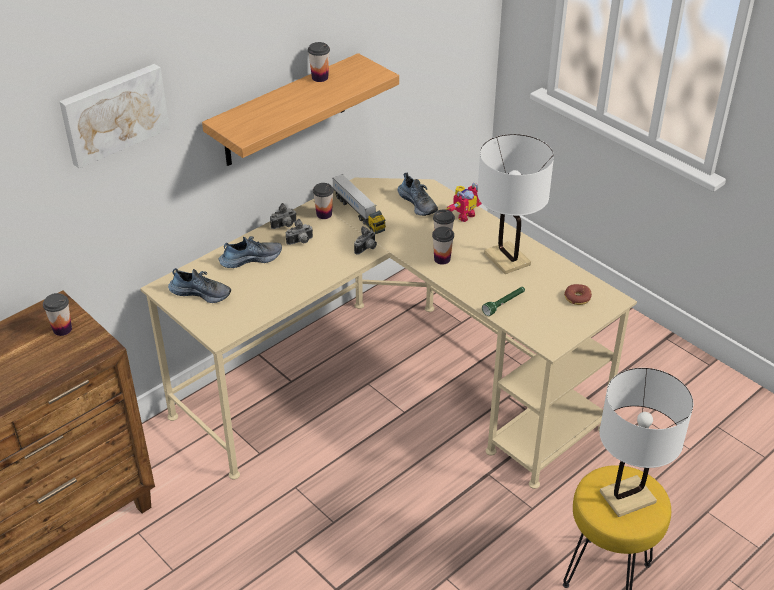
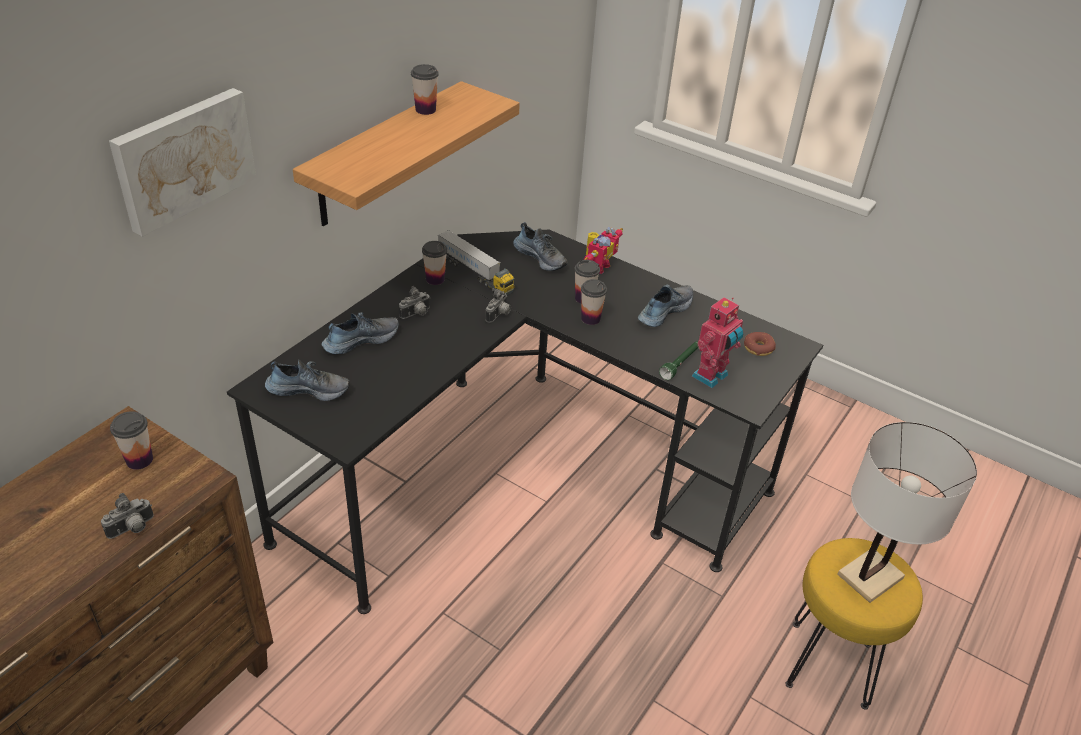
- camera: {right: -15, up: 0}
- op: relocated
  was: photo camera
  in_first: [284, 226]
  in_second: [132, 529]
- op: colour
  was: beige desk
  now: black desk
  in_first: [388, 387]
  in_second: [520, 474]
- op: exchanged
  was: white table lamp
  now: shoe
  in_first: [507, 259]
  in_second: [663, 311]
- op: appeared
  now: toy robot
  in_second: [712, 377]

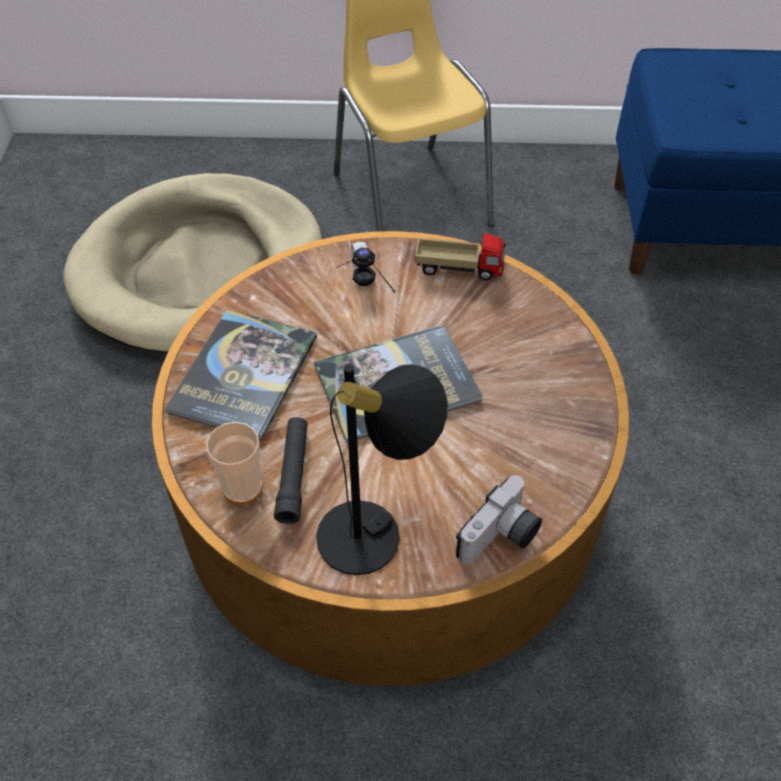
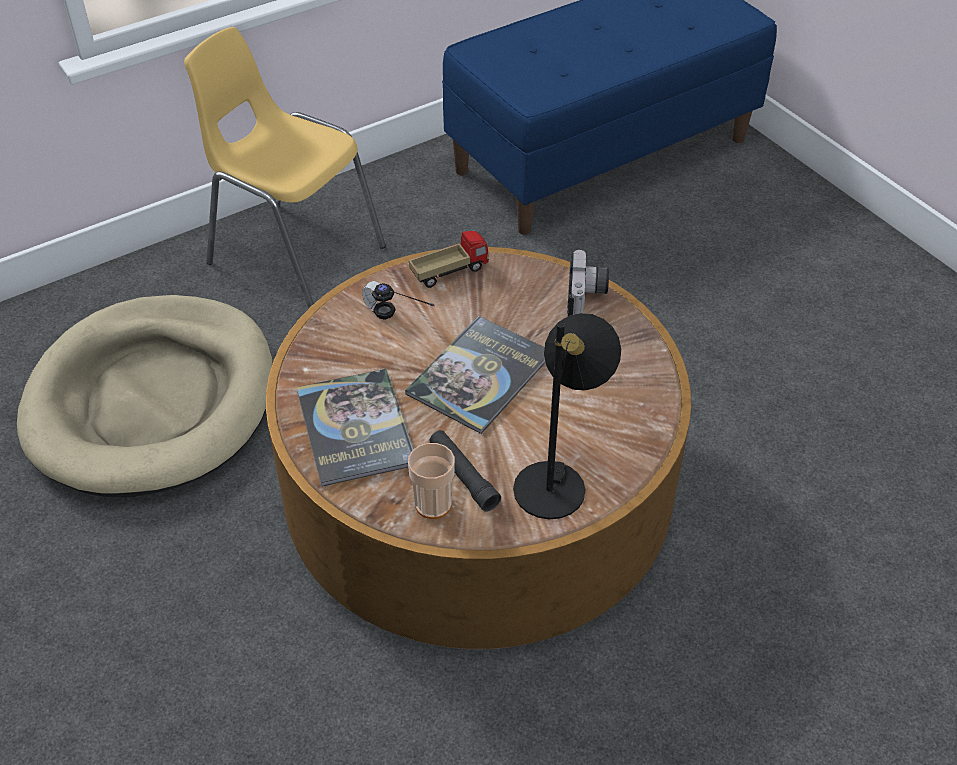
- camera: {right: -35, up: -5}
- op: relocated
  was: photo camera
  in_first: [501, 538]
  in_second: [587, 298]

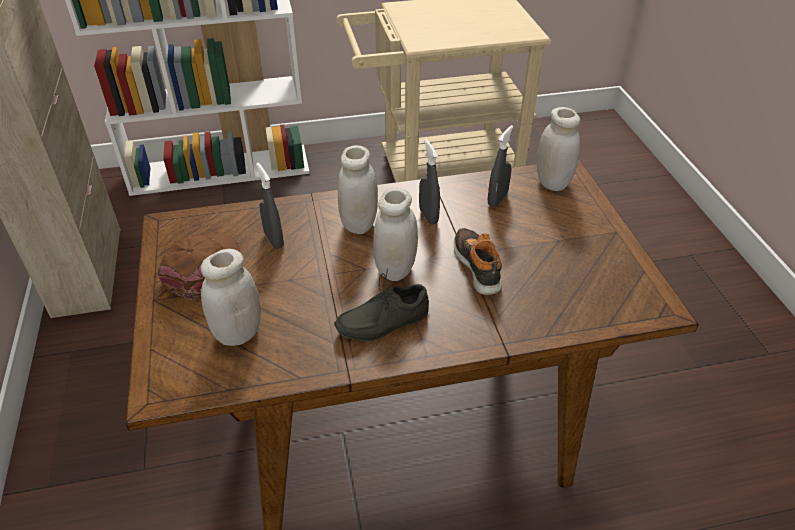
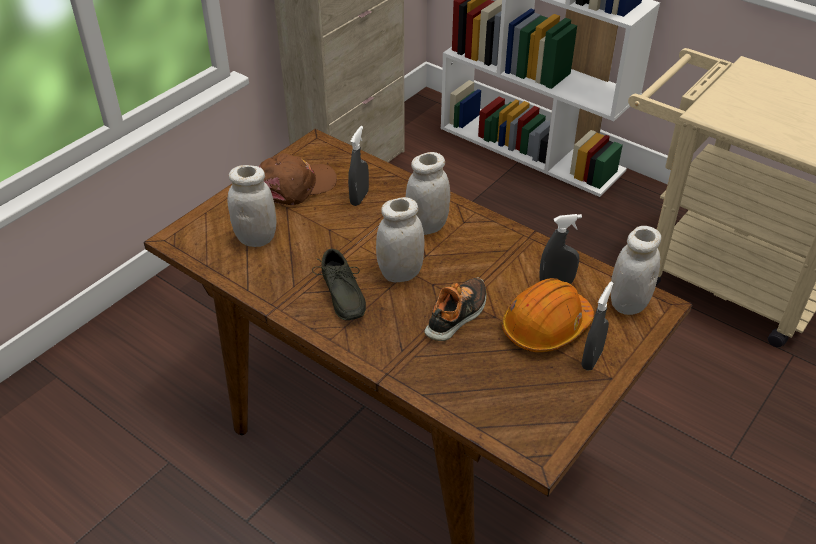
- camera: {right: 50, up: 0}
- op: spun
  was: grey shoe
  in_first: [381, 320]
  in_second: [340, 296]
  clockwise: -135
- op: appeared
  now: orange hard hat
  in_second: [546, 327]
- op: relocated
  was: grey spray bottle
  in_first: [428, 216]
  in_second: [591, 359]

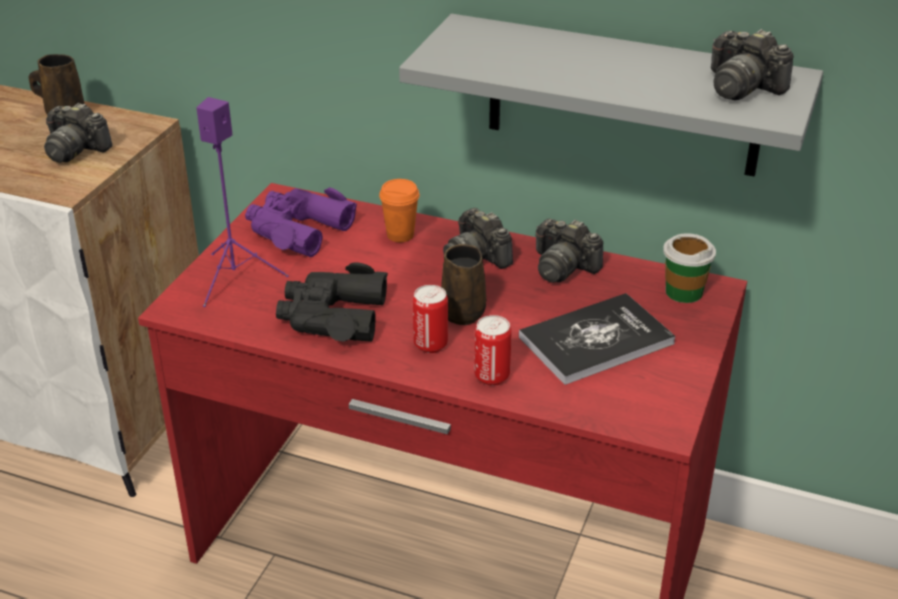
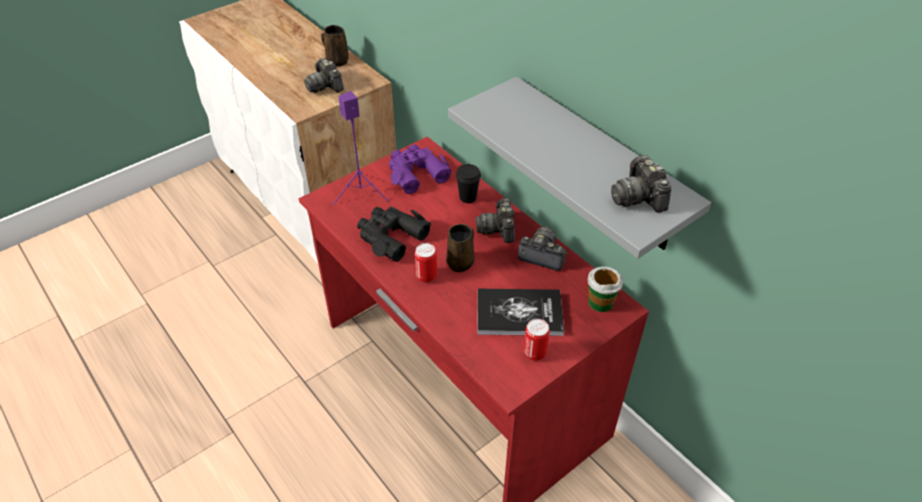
- camera: {right: 30, up: 10}
- op: colour
  was: orange cup
  now: black cup
  in_first: [400, 235]
  in_second: [468, 197]
- op: spun
  was: photo camera
  in_first: [563, 267]
  in_second: [542, 255]
  clockwise: 135
- op: relocated
  was: can
  in_first: [492, 376]
  in_second: [534, 353]

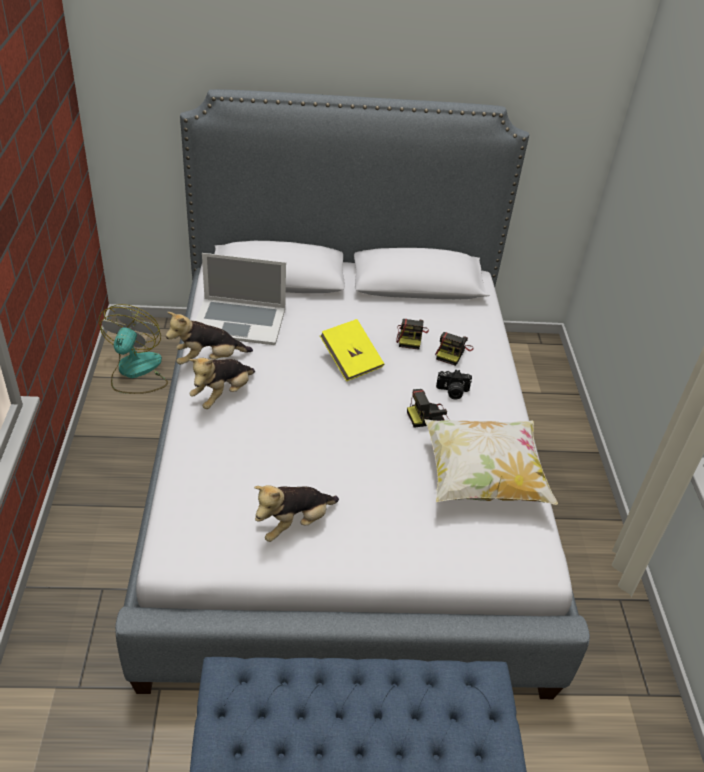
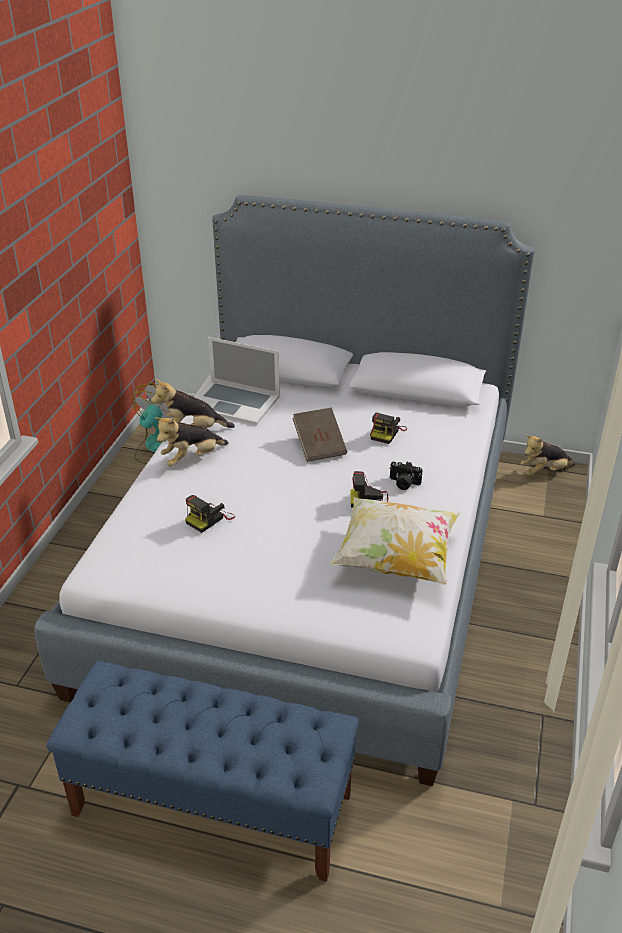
- camera: {right: 20, up: -5}
- op: relocated
  was: photo camera
  in_first: [452, 352]
  in_second: [209, 518]
- op: colour
  was: yellow book
  now: brown book
  in_first: [351, 361]
  in_second: [319, 446]
- op: relocated
  was: plush toy
  in_first: [294, 524]
  in_second: [544, 472]

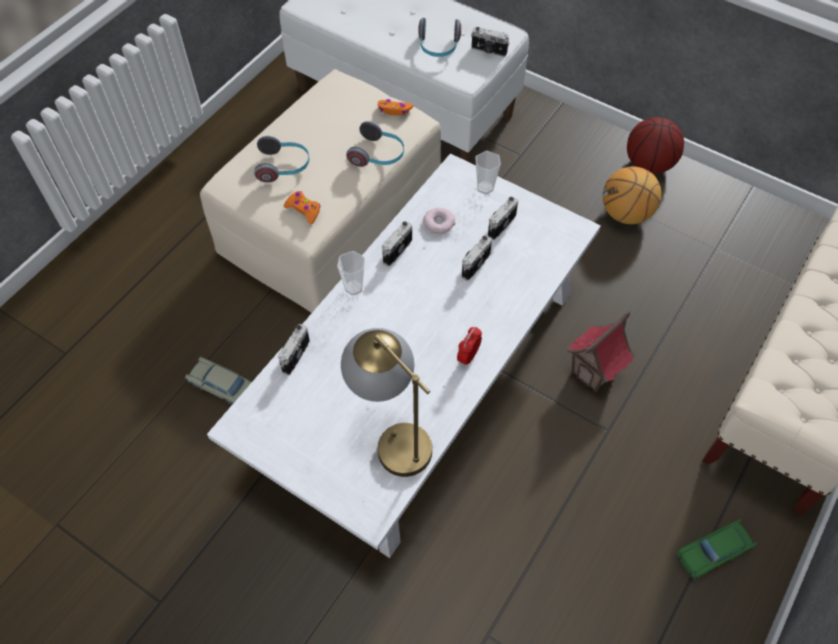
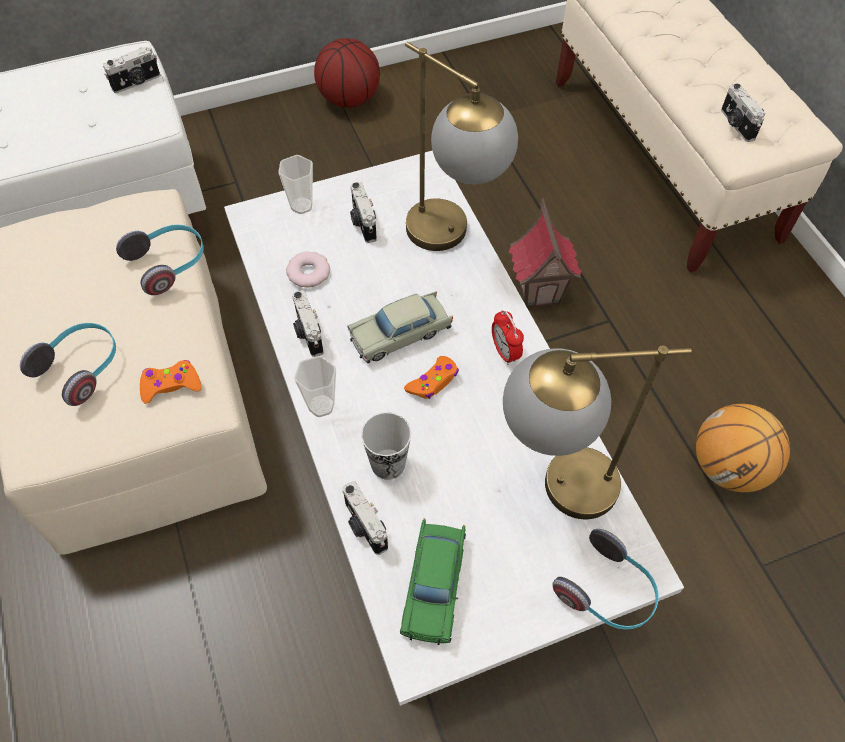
- camera: {right: -55, up: 0}
- op: relocated
  was: beige toy car
  in_first: [223, 387]
  in_second: [400, 334]
- op: appeared
  now: cup
  in_second: [388, 464]
- op: relocated
  was: green toy car
  in_first: [713, 552]
  in_second: [434, 585]
- op: relocated
  was: orange game controller
  in_first: [394, 110]
  in_second: [433, 382]
- op: appeared
  now: table lamp
  in_second: [454, 239]
- op: relocated
  was: headphones
  in_first: [438, 47]
  in_second: [607, 592]
- op: relocated
  was: basketball
  in_first: [626, 214]
  in_second: [729, 467]
- op: relocated
  was: photo camera
  in_first: [474, 264]
  in_second: [736, 125]

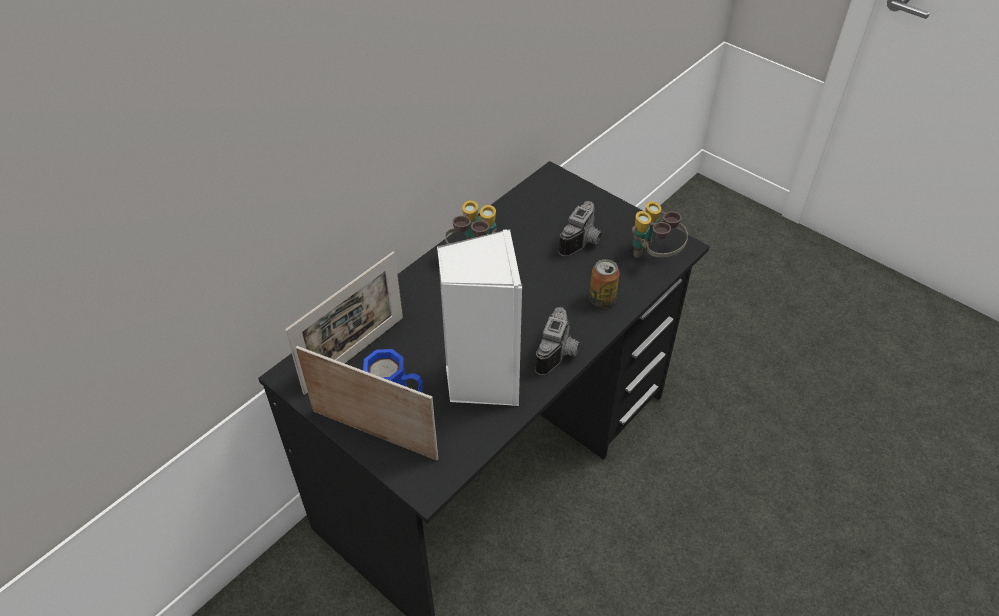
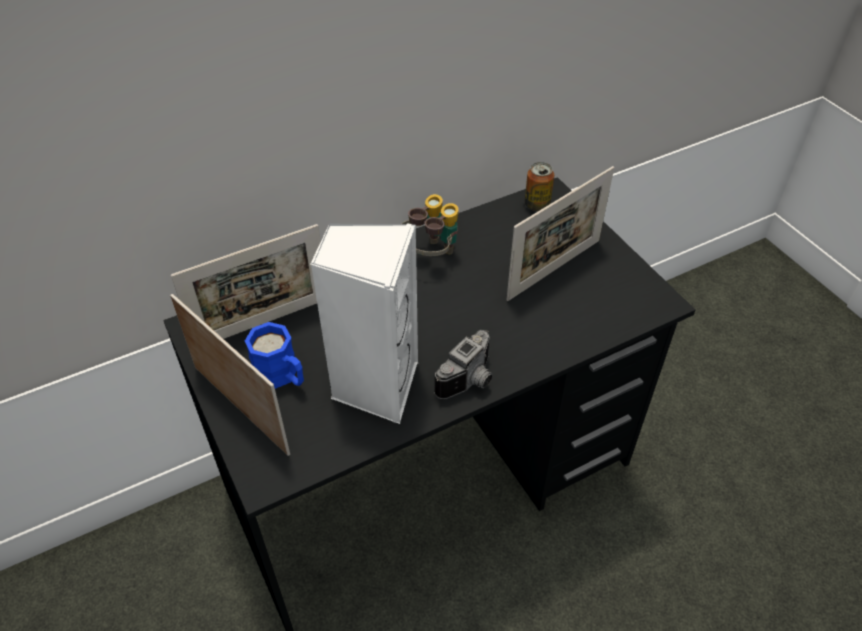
- camera: {right: 20, up: 0}
- op: exchanged
  was: photo camera
  now: picture frame
  in_first: [584, 241]
  in_second: [554, 269]
- op: relocated
  was: can
  in_first: [602, 299]
  in_second: [537, 205]
- op: missing
  was: binoculars
  in_first: [654, 255]

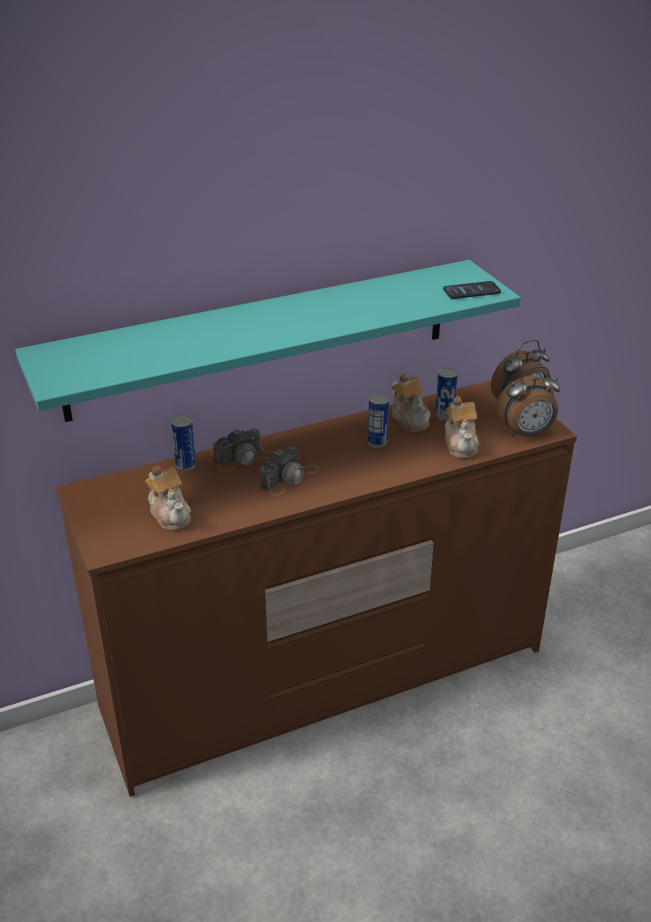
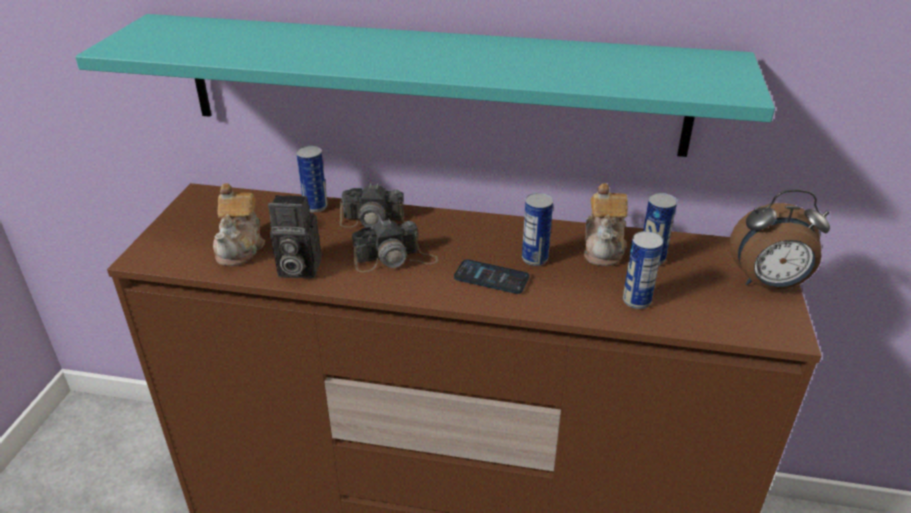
- camera: {right: 35, up: 0}
- op: appeared
  now: photo camera
  in_second: [296, 269]
- op: relocated
  was: phone
  in_first: [471, 291]
  in_second: [491, 278]
- op: exchanged
  was: teapot
  now: can
  in_first: [461, 444]
  in_second: [636, 301]
- op: missing
  was: alarm clock
  in_first: [526, 434]

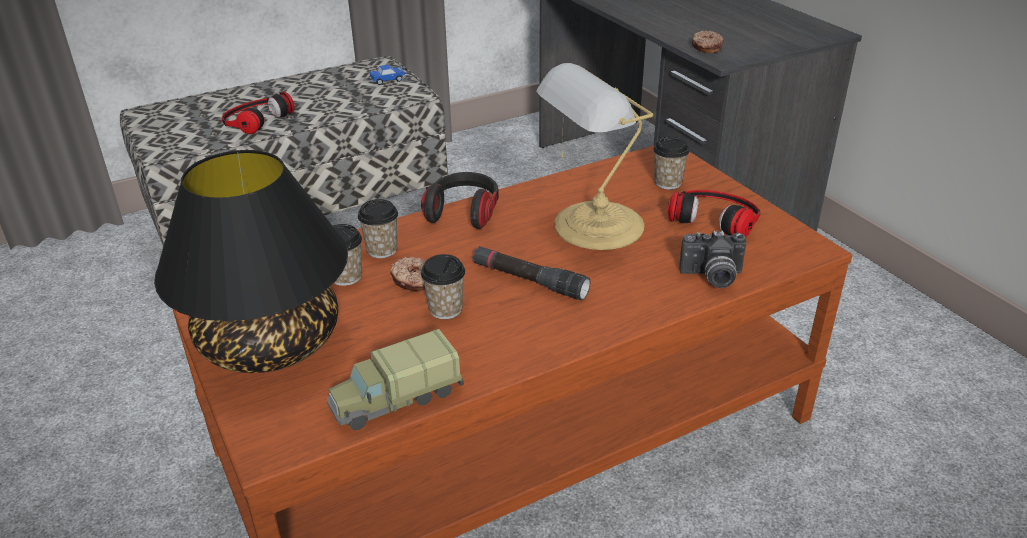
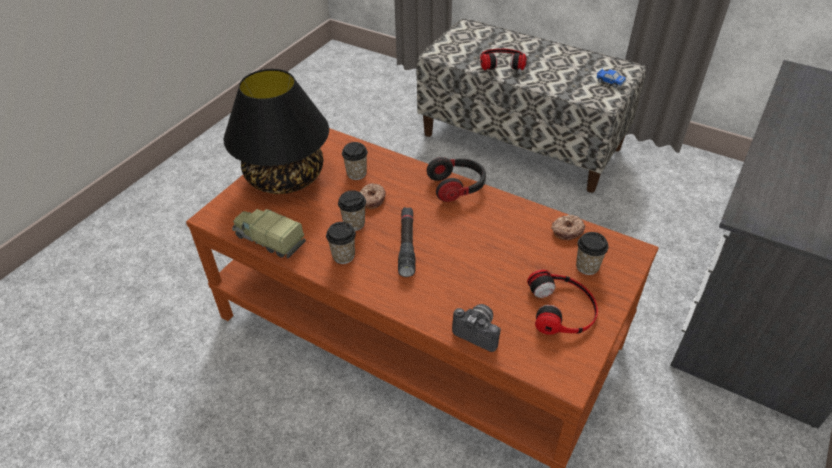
- camera: {right: 60, up: 10}
- op: relocated
  was: cup
  in_first: [382, 250]
  in_second: [343, 256]
- op: spun
  was: photo camera
  in_first: [712, 277]
  in_second: [479, 332]
  clockwise: 150
- op: relocated
  was: donut
  in_first: [706, 47]
  in_second: [566, 230]
- op: missing
  was: table lamp
  in_first: [594, 227]

